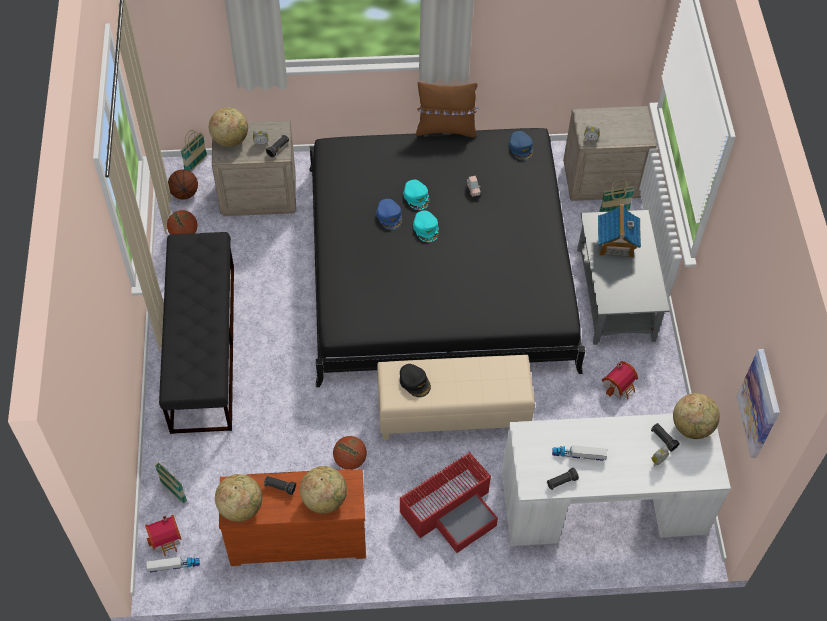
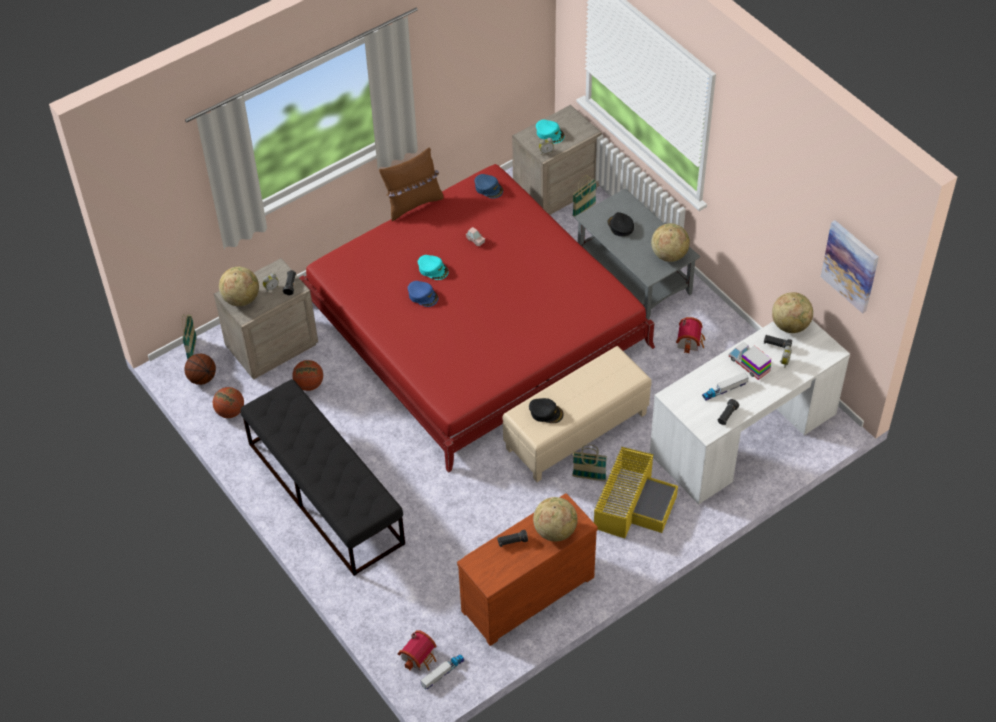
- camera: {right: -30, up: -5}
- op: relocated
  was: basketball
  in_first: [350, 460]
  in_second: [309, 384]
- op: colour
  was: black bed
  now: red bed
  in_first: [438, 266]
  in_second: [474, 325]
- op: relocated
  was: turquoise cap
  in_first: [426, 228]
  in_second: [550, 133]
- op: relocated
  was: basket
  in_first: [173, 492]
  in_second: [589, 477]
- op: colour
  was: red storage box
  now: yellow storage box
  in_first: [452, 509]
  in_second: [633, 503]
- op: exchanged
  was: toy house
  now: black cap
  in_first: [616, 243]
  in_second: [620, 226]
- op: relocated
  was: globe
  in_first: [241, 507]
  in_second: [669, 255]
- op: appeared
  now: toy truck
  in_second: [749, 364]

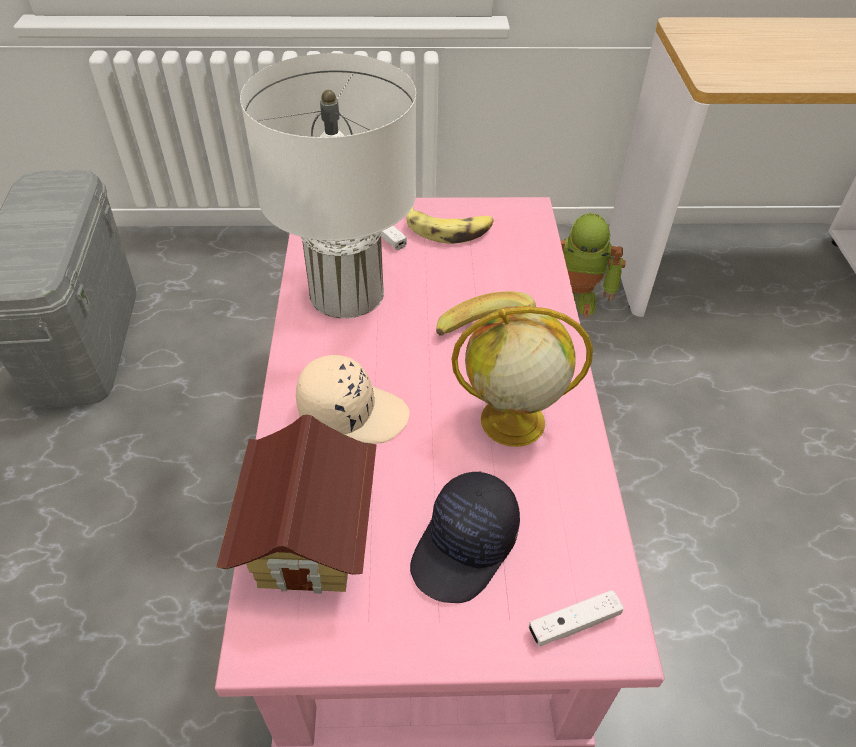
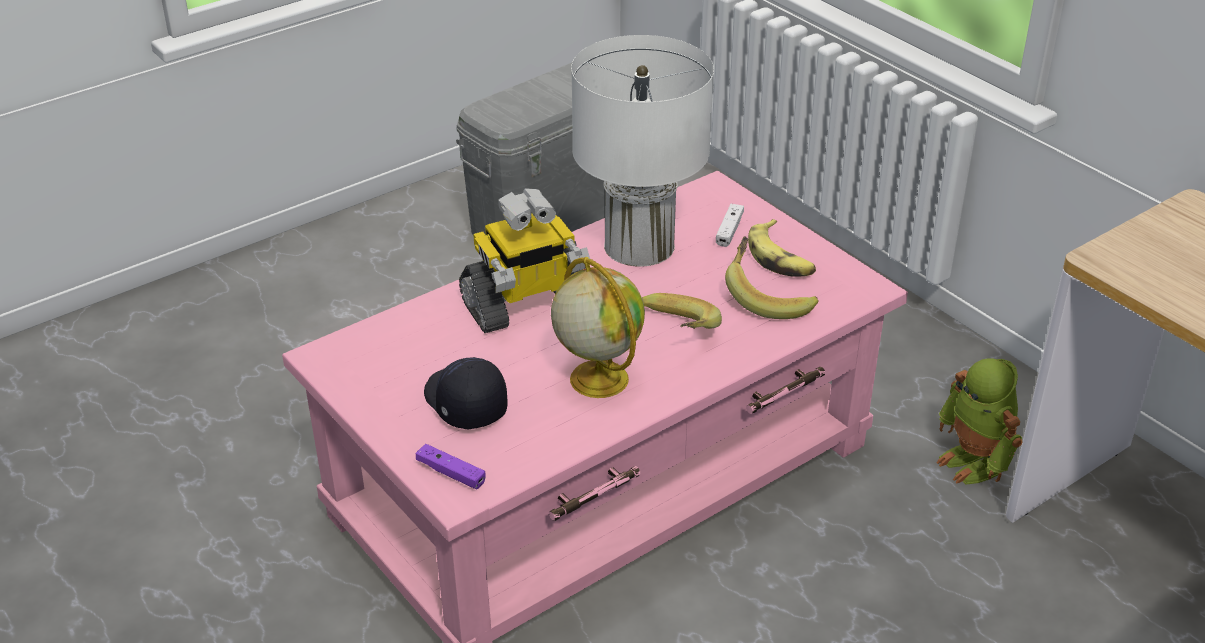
- camera: {right: 55, up: -10}
- op: colour
  was: white game controller
  now: purple game controller
  in_first: [574, 623]
  in_second: [451, 473]
- op: spun
  was: black cap
  in_first: [466, 547]
  in_second: [464, 403]
  clockwise: 60
- op: exchanged
  was: beige cap
  now: toy robot
  in_first: [353, 412]
  in_second: [526, 305]
- op: appeared
  now: banana
  in_second: [768, 297]
- op: missing
  was: toy house
  in_first: [310, 542]

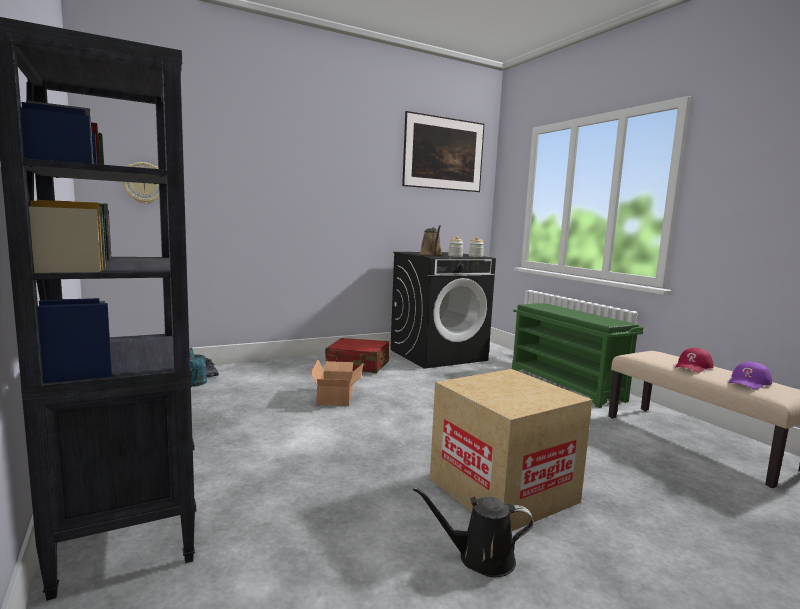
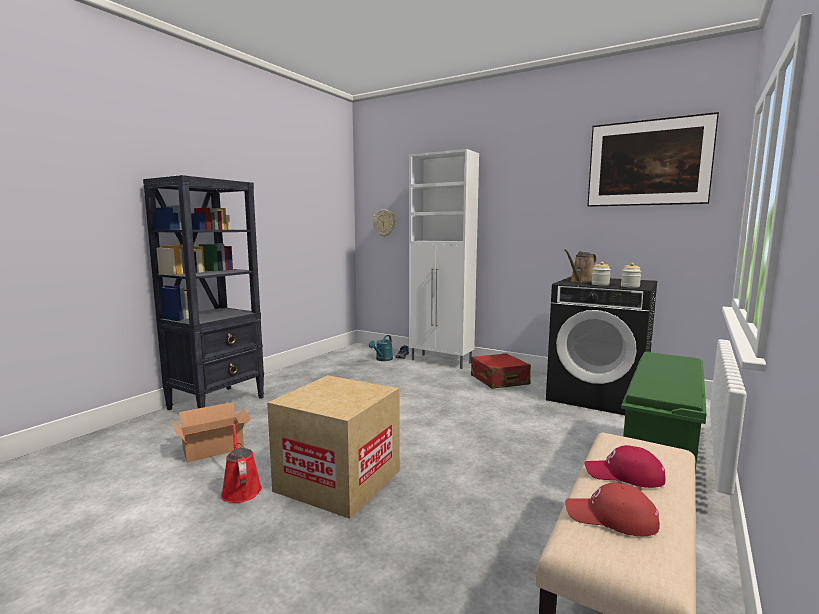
- camera: {right: 60, up: 0}
- op: relocated
  was: cardboard box
  in_first: [337, 396]
  in_second: [215, 449]
- op: colour
  was: black watering can
  now: red watering can
  in_first: [480, 558]
  in_second: [241, 489]
- op: appeared
  now: white cabinet
  in_second: [441, 361]
- op: colour
  was: purple cap
  now: red cap
  in_first: [749, 382]
  in_second: [611, 517]

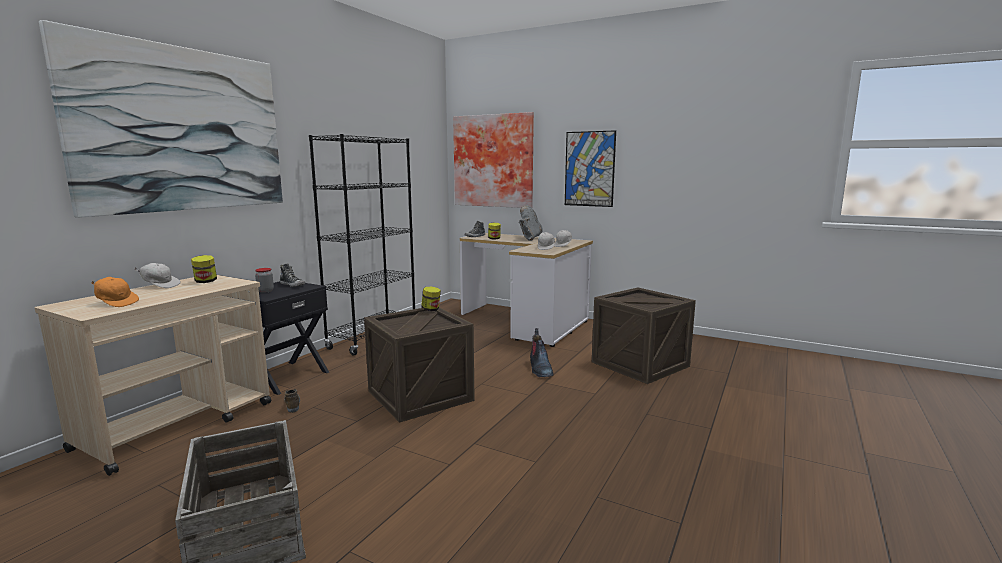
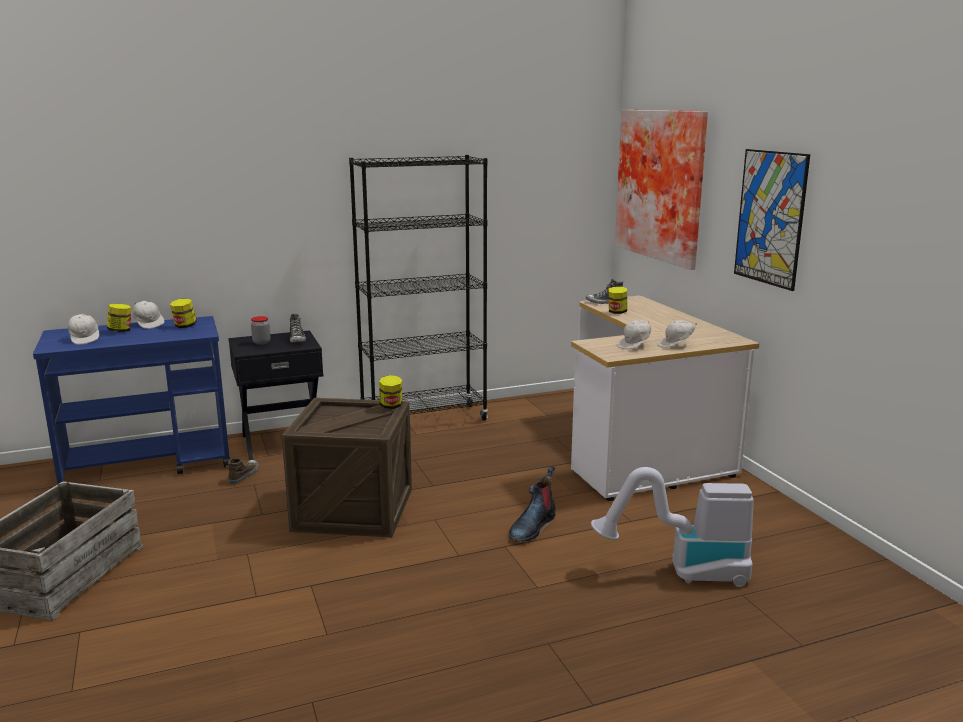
- camera: {right: 40, up: 5}
- op: colour
  was: beige cart
  now: blue cart
  in_first: [179, 425]
  in_second: [149, 463]
- op: colour
  was: orange cap
  now: white cap
  in_first: [116, 303]
  in_second: [85, 339]
- op: appeared
  now: jar
  in_second: [121, 331]
- op: exchanged
  was: crate
  now: vacuum cleaner
  in_first: [640, 364]
  in_second: [682, 573]
- op: missing
  was: picture
  in_first: [183, 130]
- op: missing
  was: grey boot
  in_first: [529, 238]

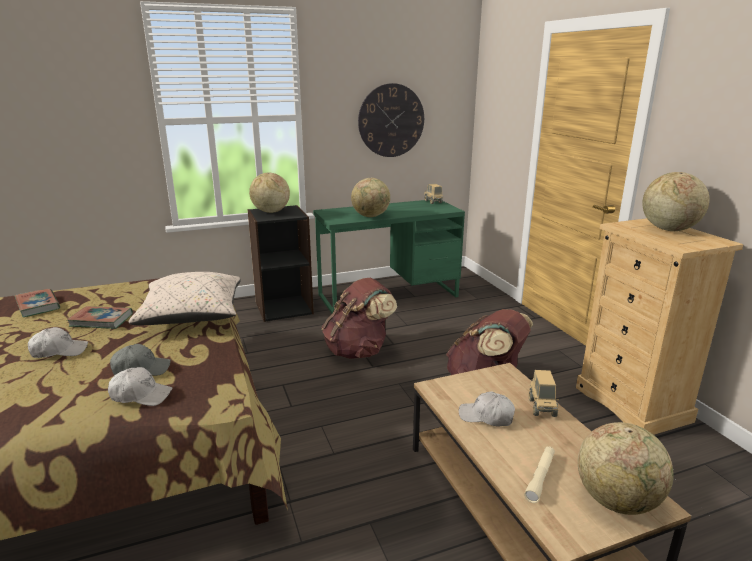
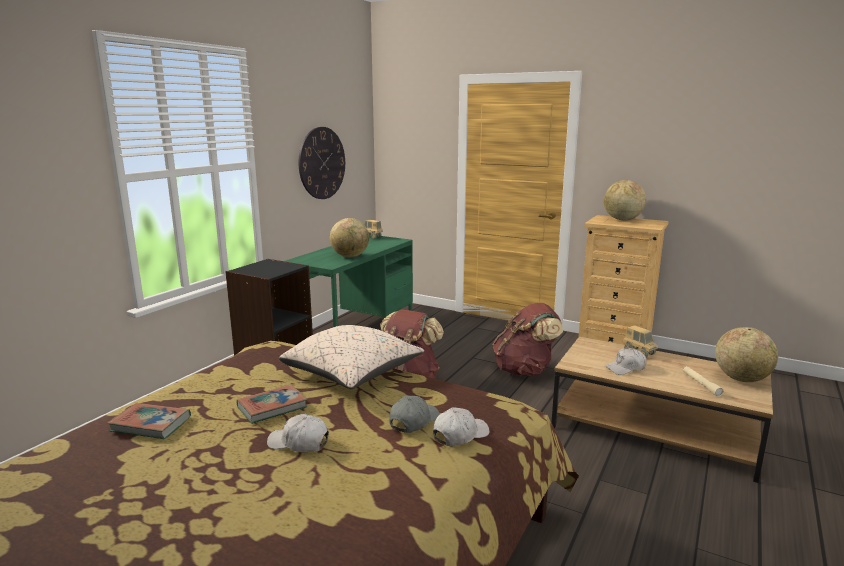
- camera: {right: -40, up: -5}
- op: spun
  was: white cap
  in_first: [59, 351]
  in_second: [299, 443]
  clockwise: -105
- op: missing
  was: globe
  in_first: [270, 212]

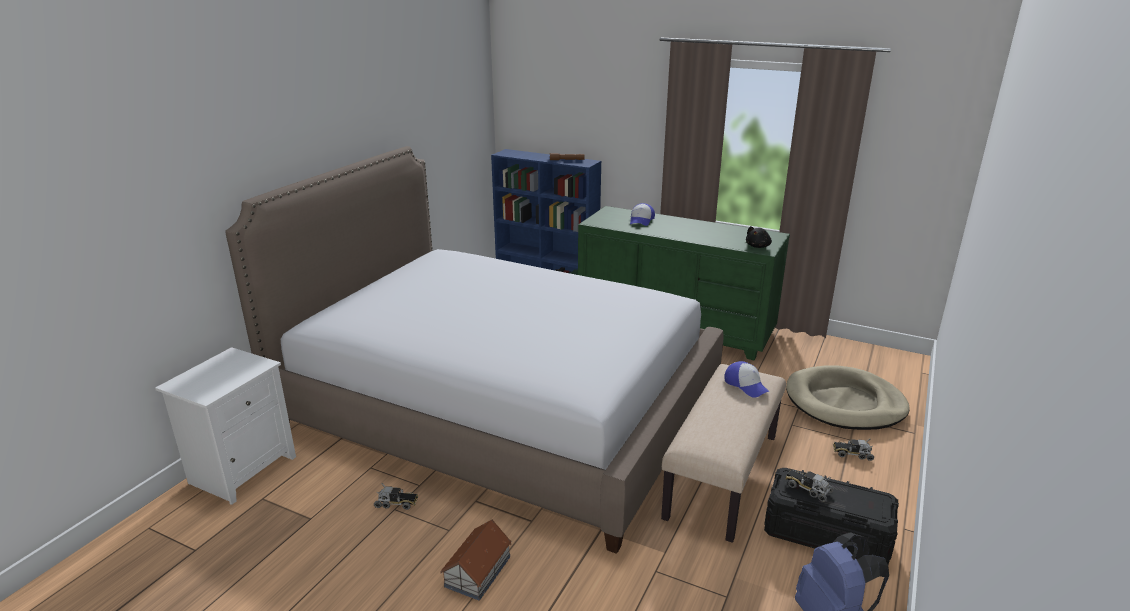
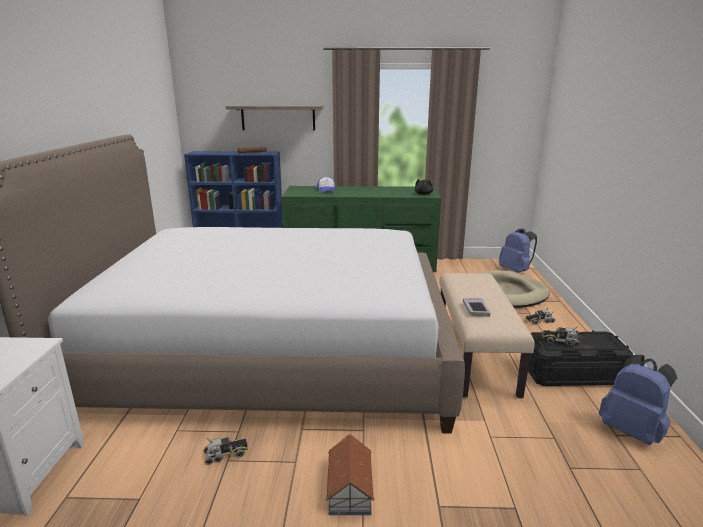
- camera: {right: -25, up: -5}
- op: appeared
  now: shelf
  in_second: [278, 117]
- op: appeared
  now: book
  in_second: [475, 309]
- op: appeared
  now: blue backpack
  in_second: [515, 271]
- op: missing
  was: cap
  in_first: [746, 385]

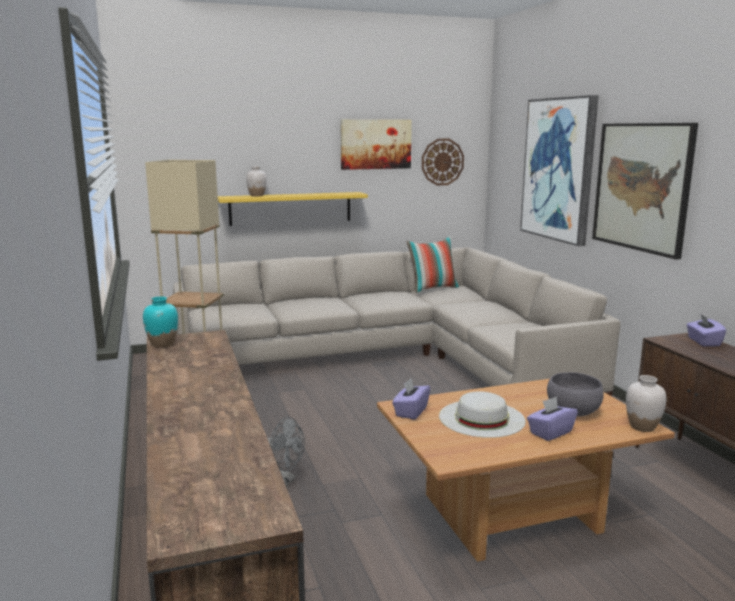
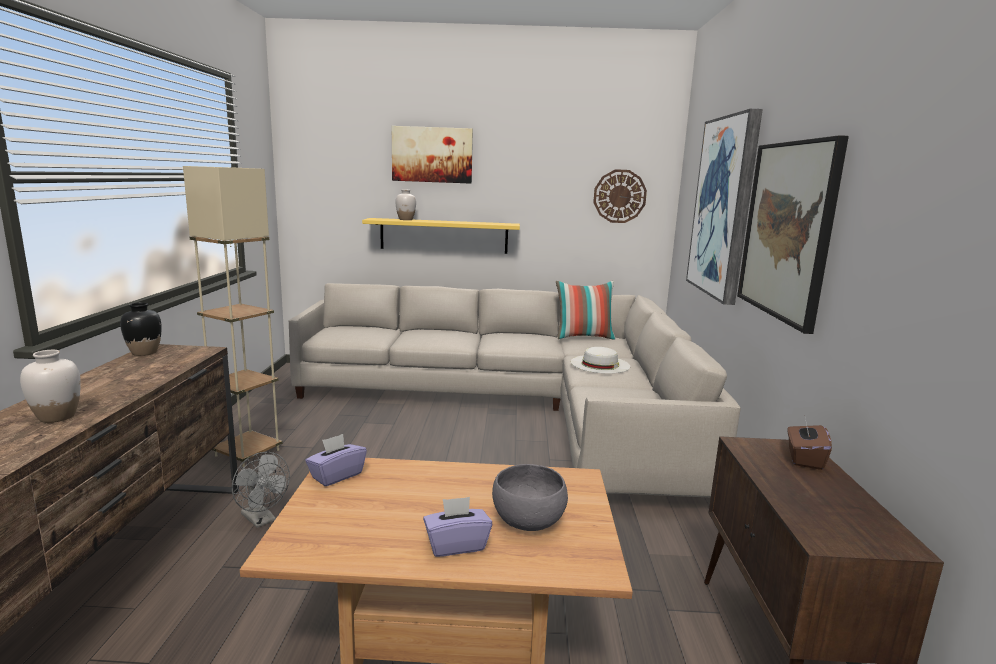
- camera: {right: 20, up: 0}
- op: relocated
  was: white vase
  in_first: [642, 427]
  in_second: [57, 417]
- op: colour
  was: turquoise vase
  now: black vase
  in_first: [163, 344]
  in_second: [144, 352]
- op: relocated
  was: picture
  in_first: [375, 144]
  in_second: [432, 155]
- op: relocated
  was: white hat
  in_first: [481, 418]
  in_second: [600, 364]
- op: colour
  was: purple tissue box
  now: brown tissue box
  in_first: [703, 342]
  in_second: [804, 458]

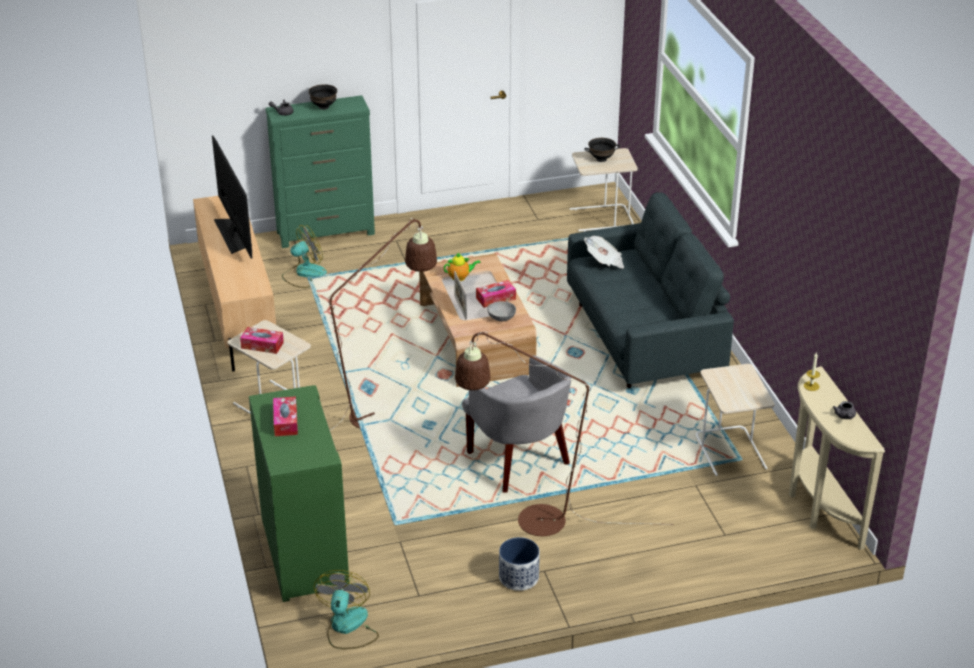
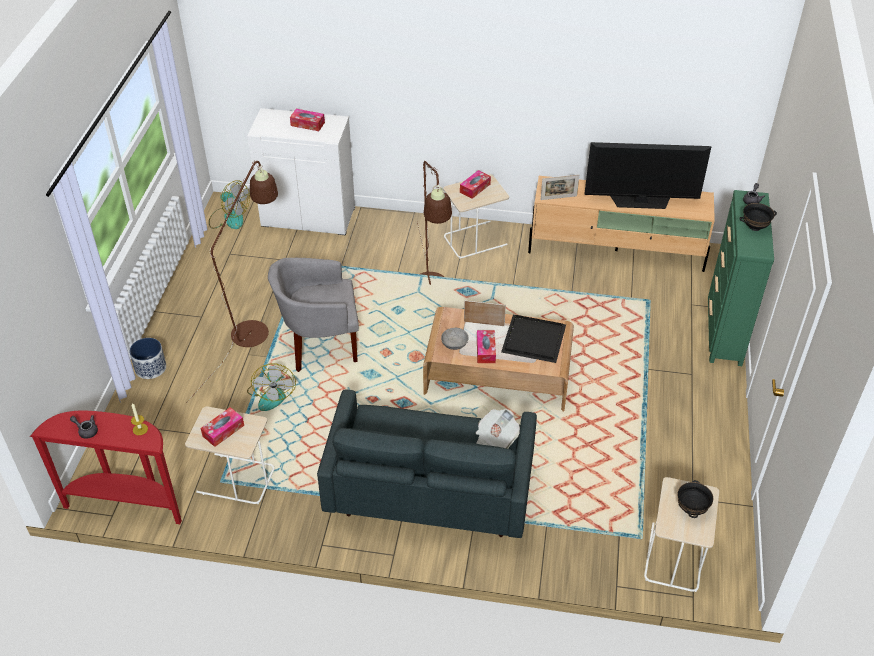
- camera: {right: 115, up: 10}
- op: colour
  was: beige console table
  now: red console table
  in_first: [818, 509]
  in_second: [127, 503]
- op: relocated
  was: planter
  in_first: [518, 577]
  in_second: [150, 368]
- op: appeared
  now: tissue box
  in_second: [223, 430]
- op: colour
  was: green cabinet
  now: white cabinet
  in_first: [303, 552]
  in_second: [309, 216]
- op: relocated
  was: fan
  in_first: [304, 274]
  in_second: [272, 394]
- op: exchanged
  was: teapot
  now: black tray
  in_first: [460, 277]
  in_second: [533, 339]
- op: appeared
  now: picture frame
  in_second: [558, 198]

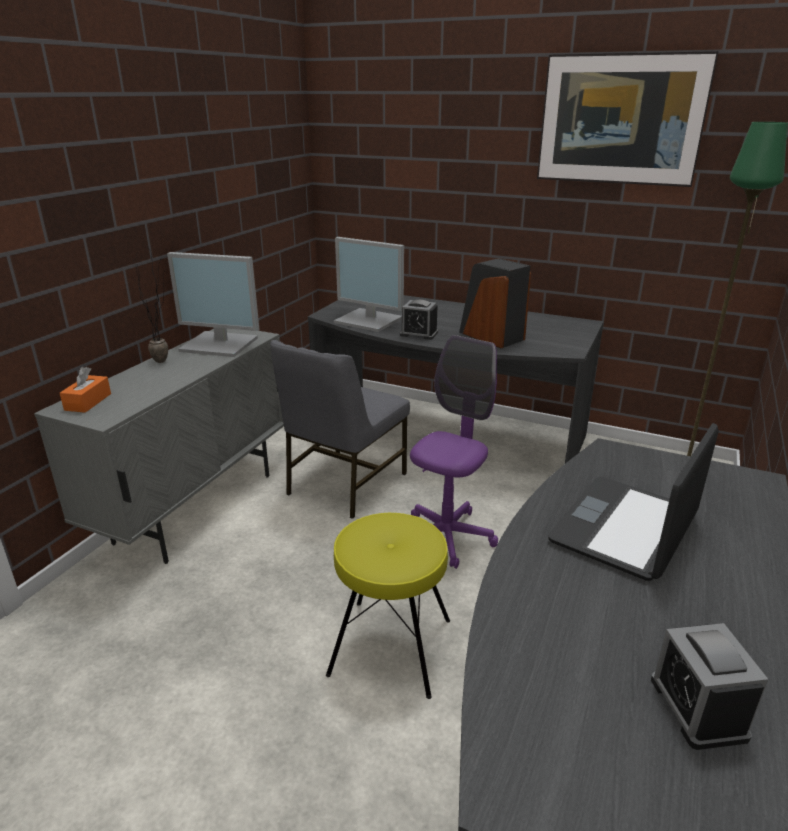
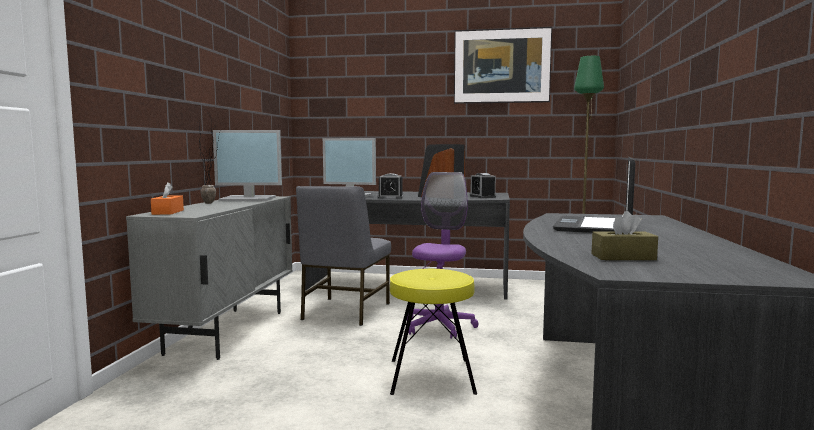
- camera: {right: -15, up: -20}
- op: relocated
  was: alarm clock
  in_first: [697, 708]
  in_second: [482, 197]
- op: appeared
  now: brown tissue box
  in_second: [623, 257]

